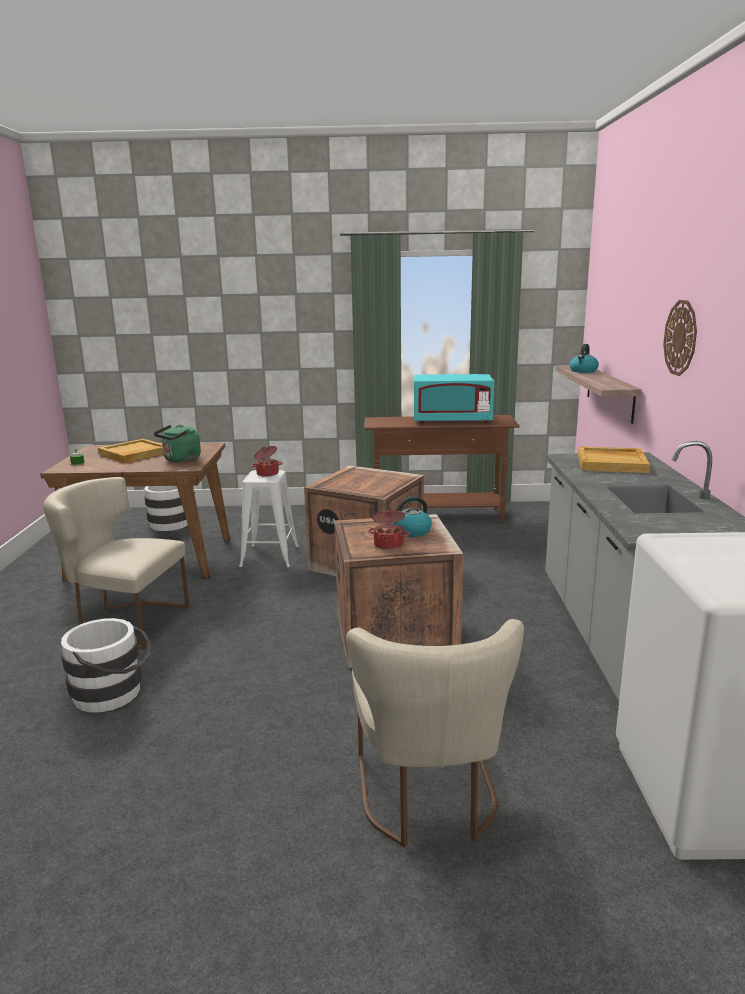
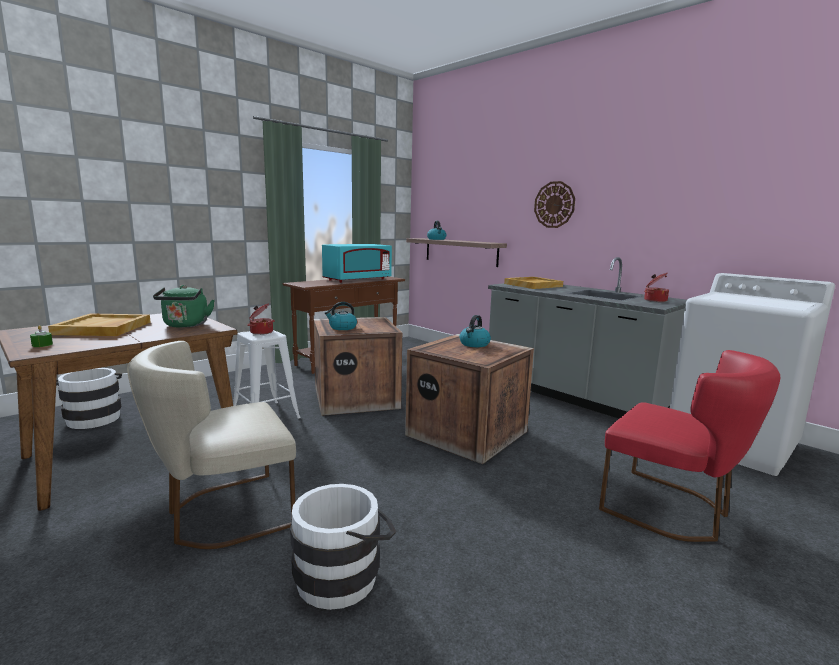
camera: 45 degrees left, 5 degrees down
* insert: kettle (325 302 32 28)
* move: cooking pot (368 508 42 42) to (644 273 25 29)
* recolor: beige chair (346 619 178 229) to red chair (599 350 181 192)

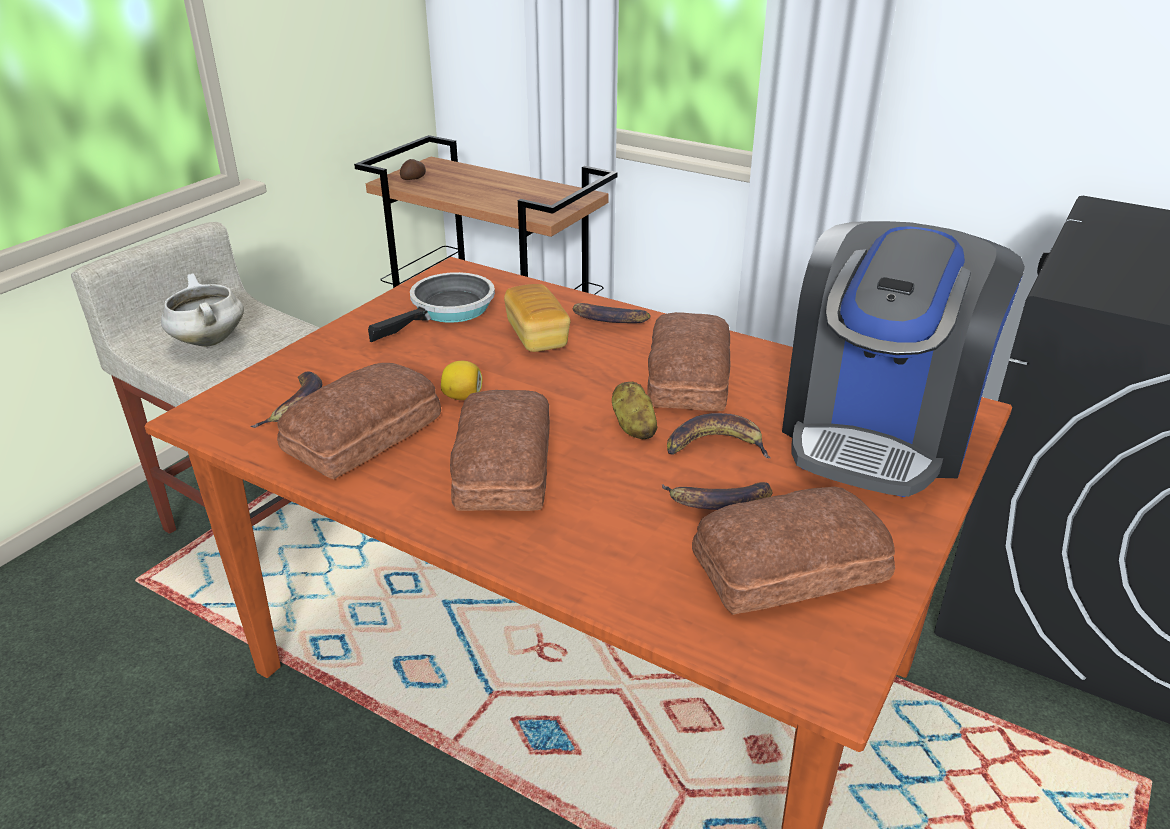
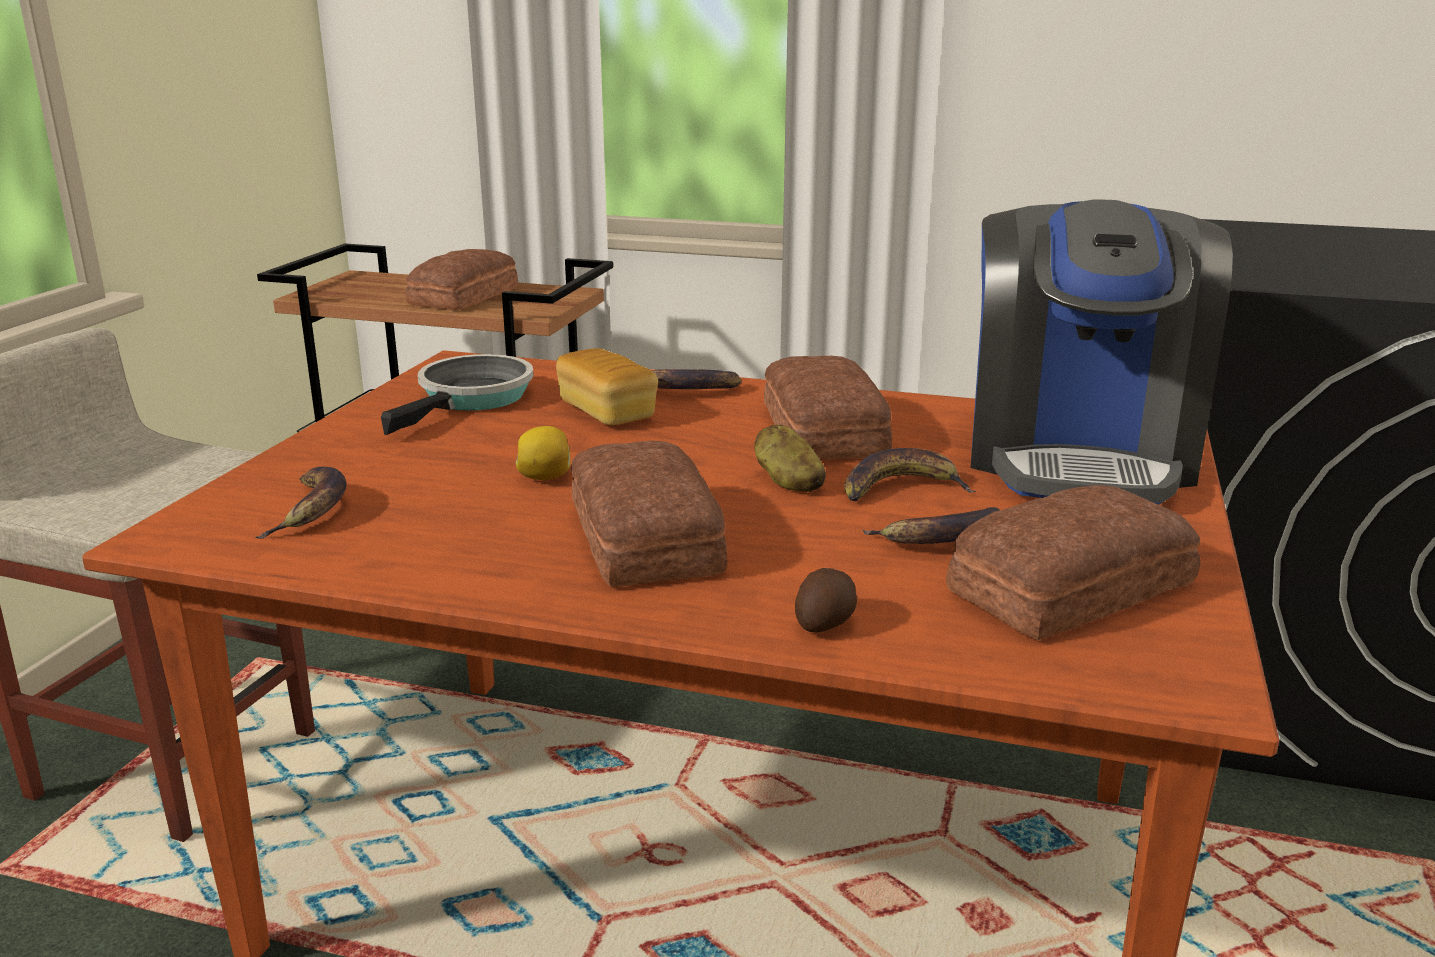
camera: 15 degrees left, 10 degrees down
* delete: white cooking pot (161 273 83 74)
* move: bread (277 363 164 116) to (405 249 113 62)
* move: potato (400 159 26 21) to (795 568 62 65)

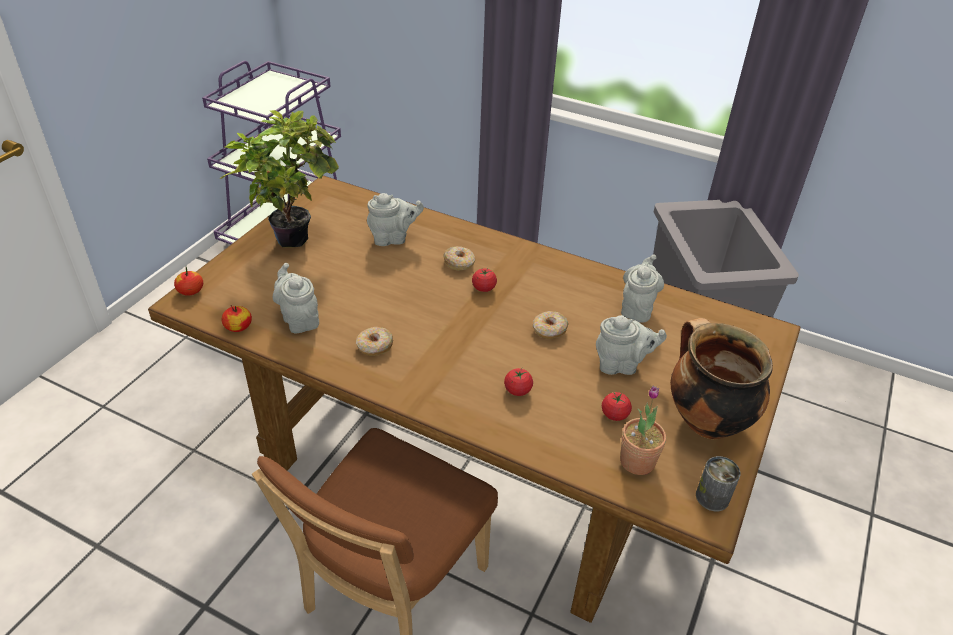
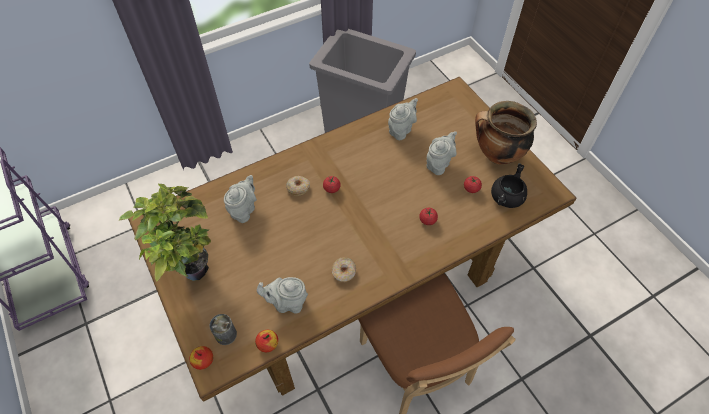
camera: 55 degrees left, 15 degrees up
* delete: donut (533 311 36 28)
* move: can (696 456 45 55) to (209 314 28 31)
* replace: potted plant (620 386 46 89) to black cooking pot (491 163 36 45)
* rotate: grey teapot (621 254 43 69) = (388 98 30 42) 75 degrees clockwise

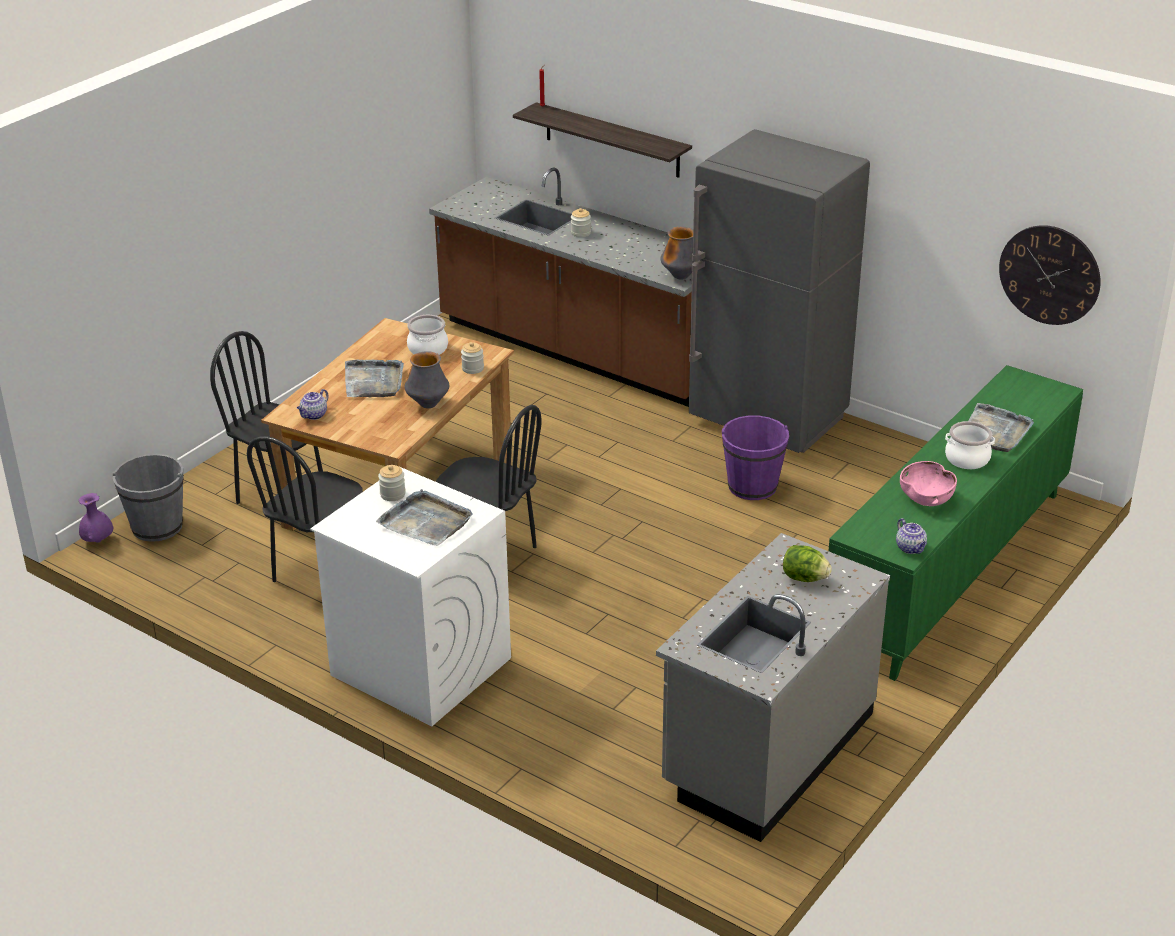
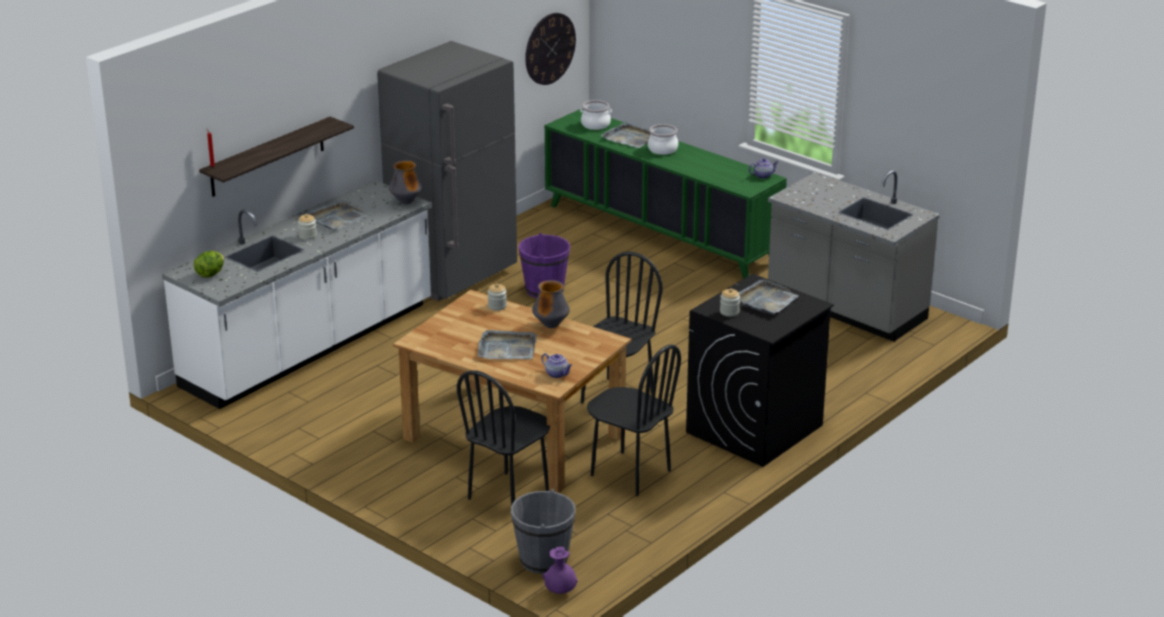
camera: 85 degrees left, 5 degrees down
* delete: pink bowl (900 461 57 45)
* insert: grey tray (307 201 61 29)
* move: cooking pot (407 315 41 40) to (580 100 32 30)
* move: lettuce (783 545 49 37) to (194 251 30 27)
* recolor: white washing machine (310 467 201 259) to black washing machine (686 274 148 193)
* recolor: brown counter (429 167 263 240) to white counter (162 180 270 229)

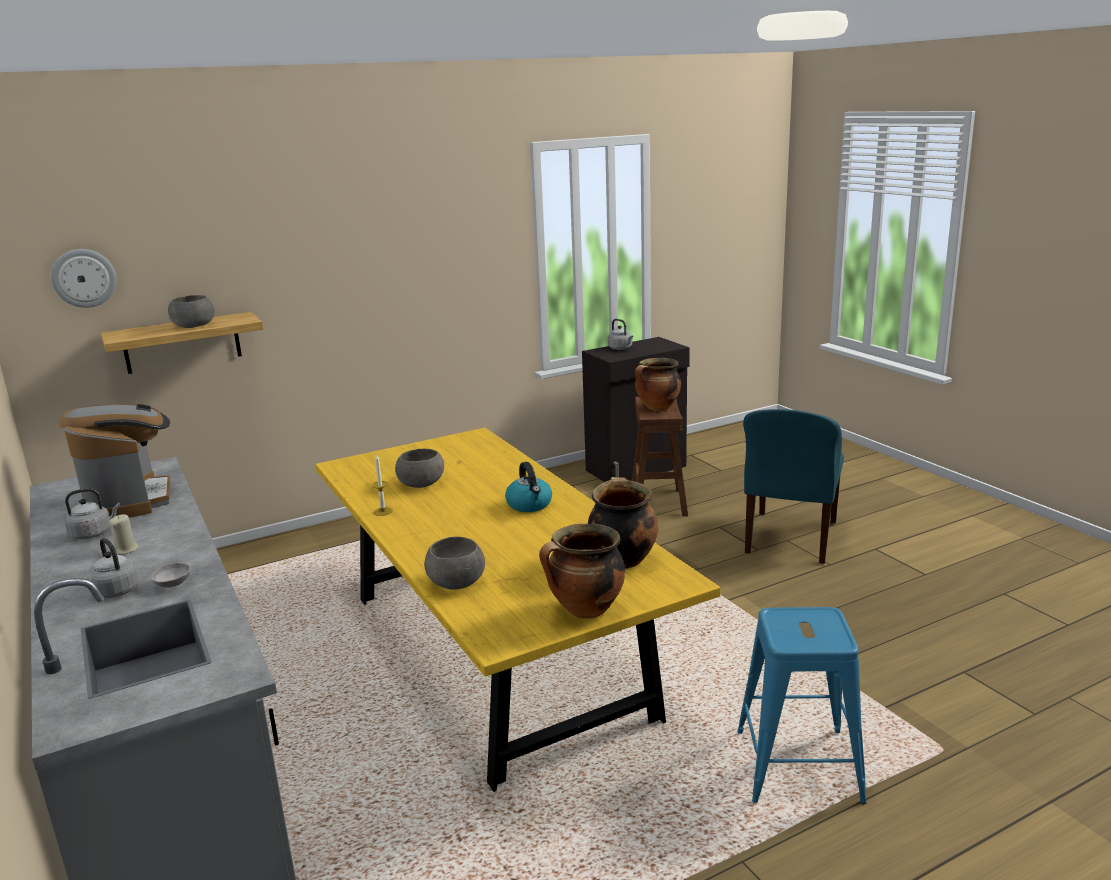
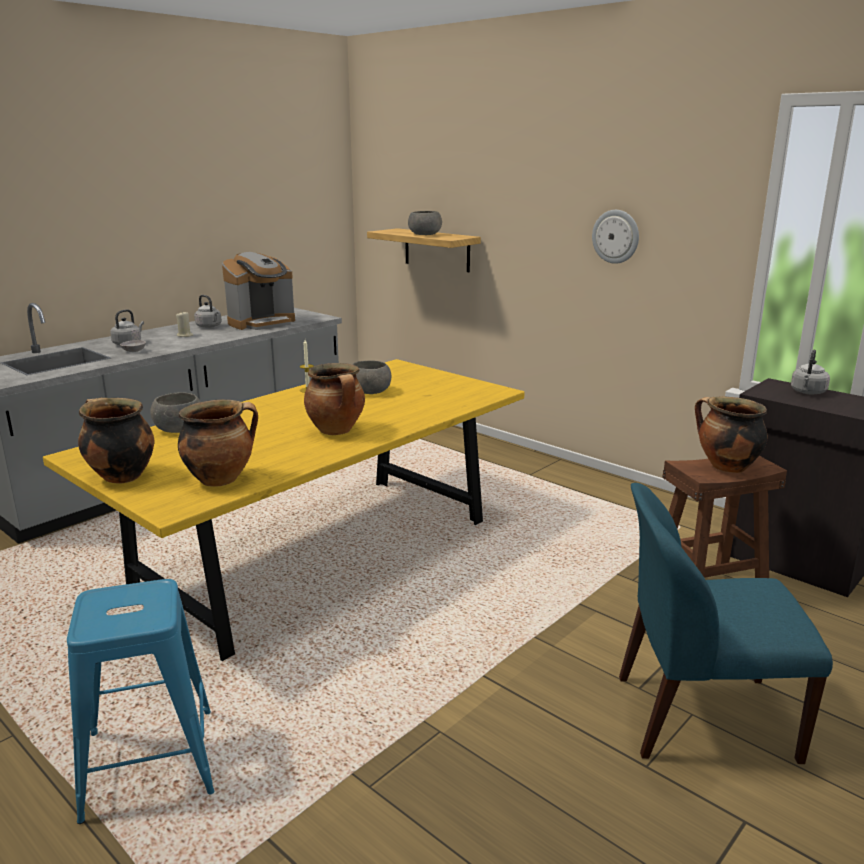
camera: 70 degrees right, 0 degrees up
* move: wall clock (51 249 66 59) to (592 210 47 54)
* replace: kettle (505 462 47 50) to cooking pot (304 363 61 72)

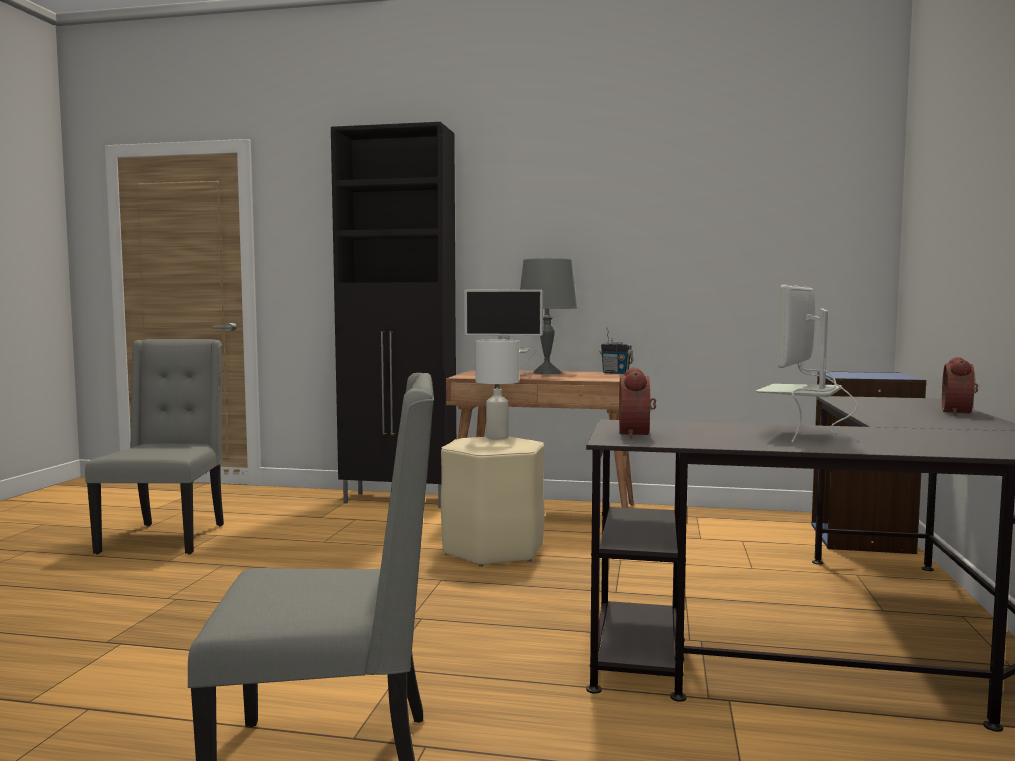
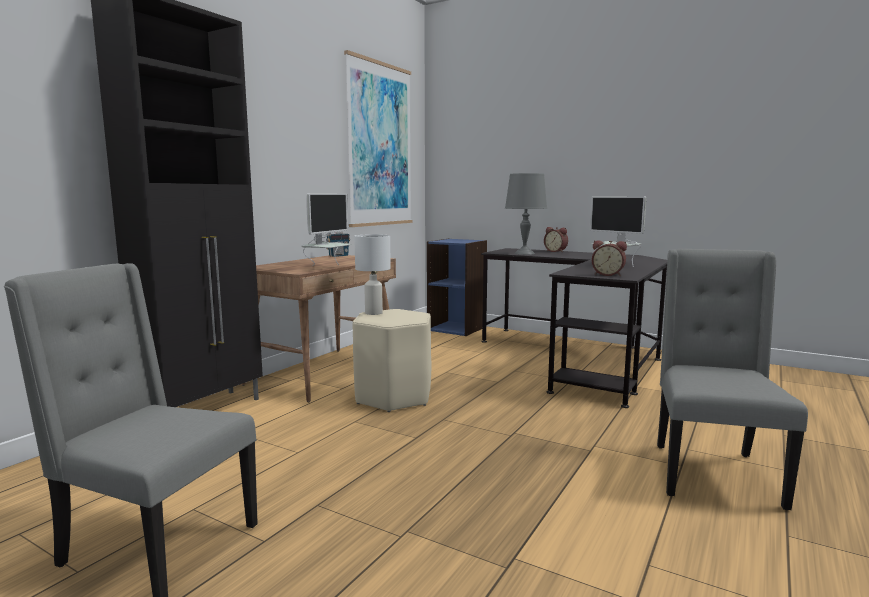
camera: 70 degrees left, 5 degrees up
* insert: picture (344 50 68 177)
* move: grey table lamp (520 258 57 116) to (505 173 42 82)

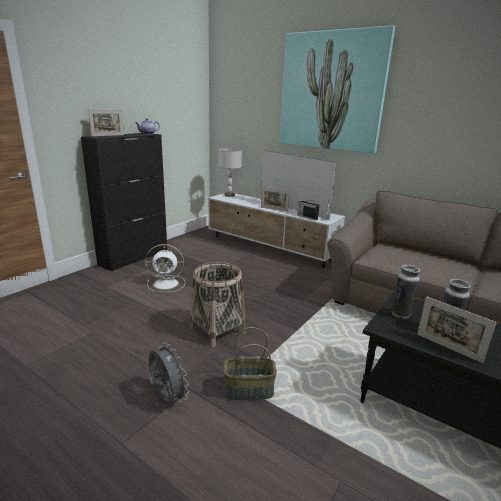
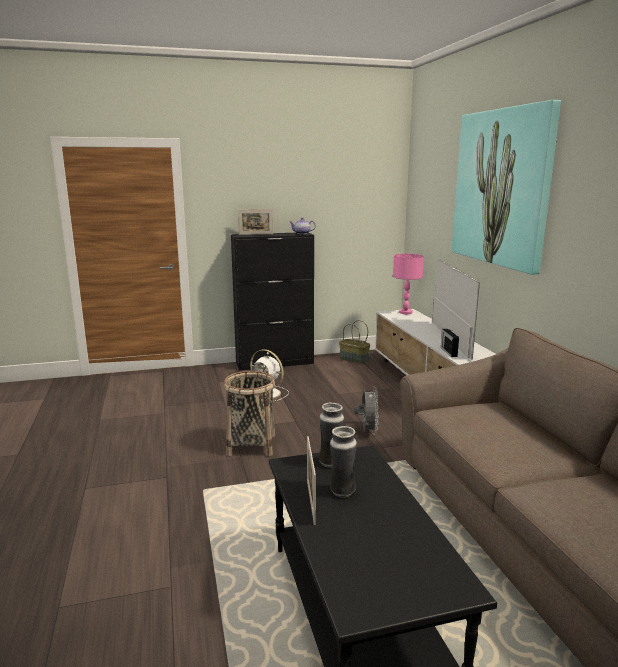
camera: 40 degrees right, 5 degrees down
* delete: picture frame (261 187 29 24)
* move: grey fan (147 342 42 62) to (354 387 25 48)
* move: basket (224 327 53 73) to (339 320 31 44)
* recolor: grey table lamp (218 148 24 49) to pink table lamp (393 254 31 60)

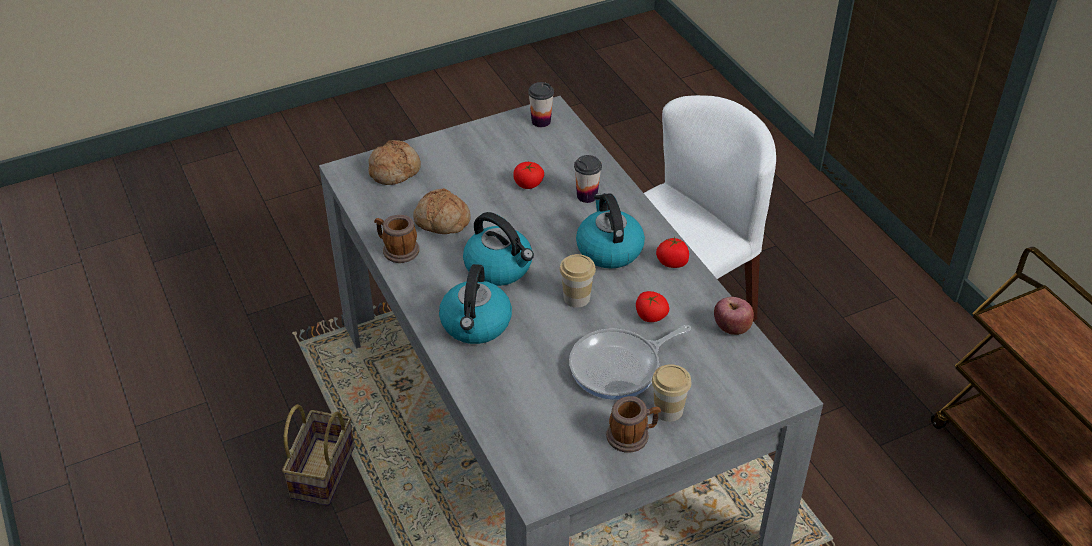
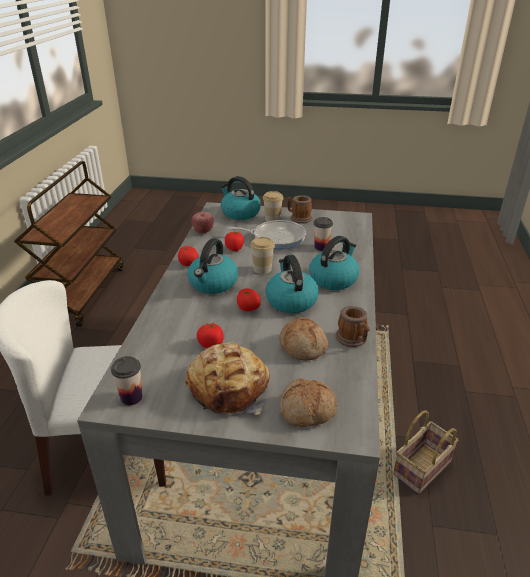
camera: 145 degrees left, 10 degrees down
* insert: bread (185 342 85 73)
* insert: kettle (220 176 41 44)
* insert: tomato (237 288 24 23)
* move: cup (574 155 28 48) to (314 217 19 34)

